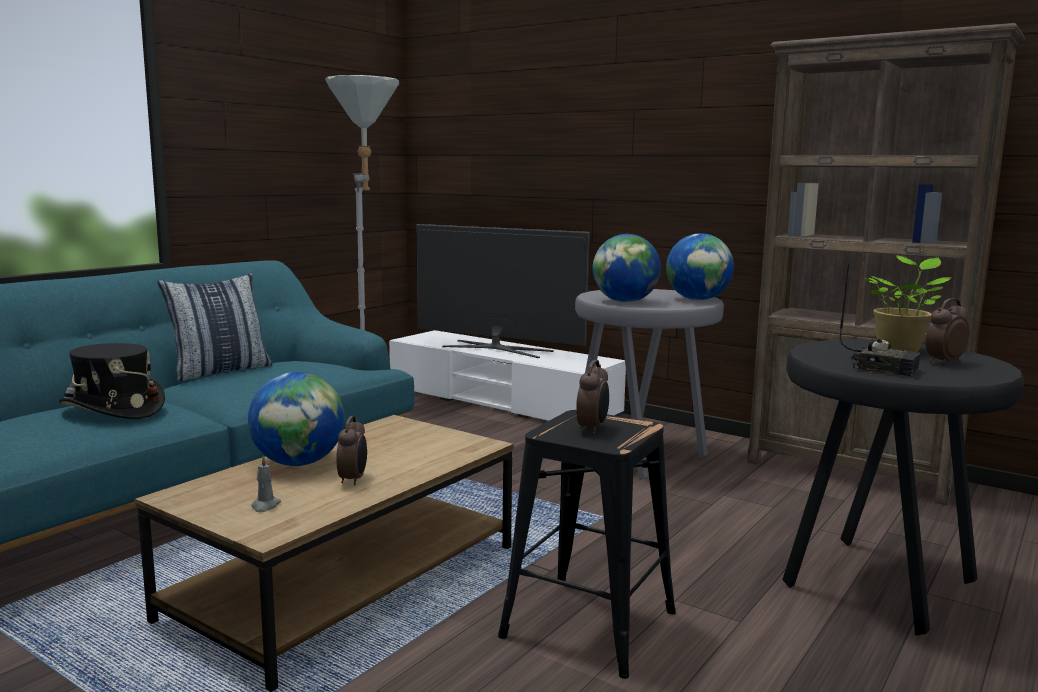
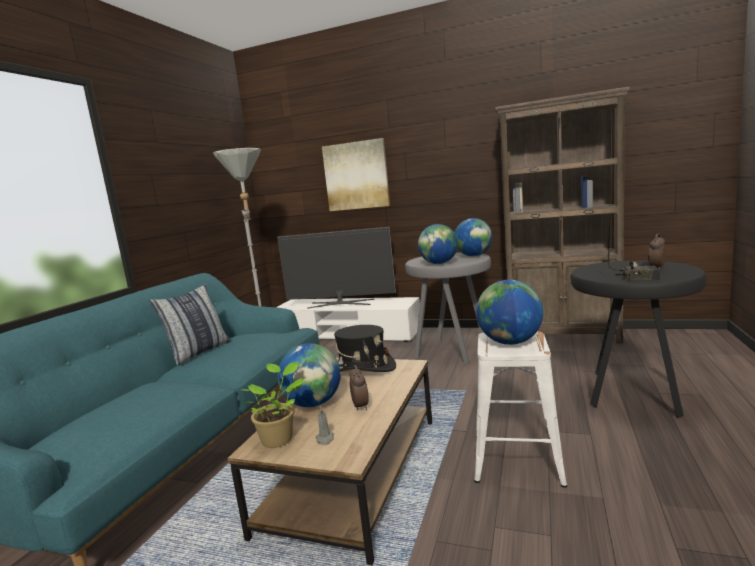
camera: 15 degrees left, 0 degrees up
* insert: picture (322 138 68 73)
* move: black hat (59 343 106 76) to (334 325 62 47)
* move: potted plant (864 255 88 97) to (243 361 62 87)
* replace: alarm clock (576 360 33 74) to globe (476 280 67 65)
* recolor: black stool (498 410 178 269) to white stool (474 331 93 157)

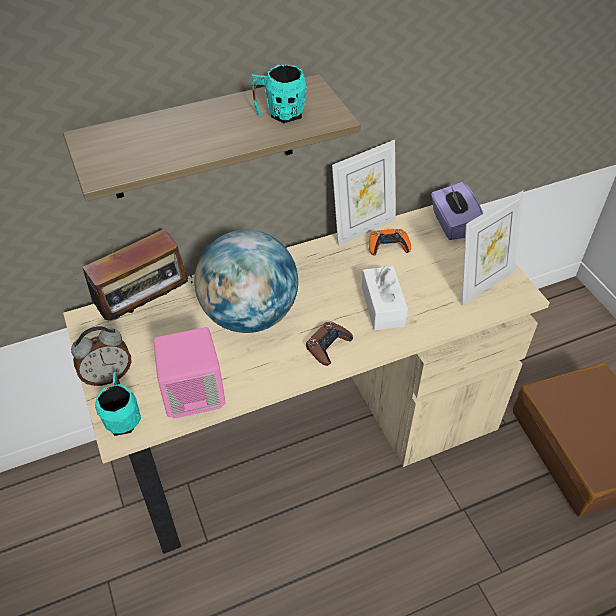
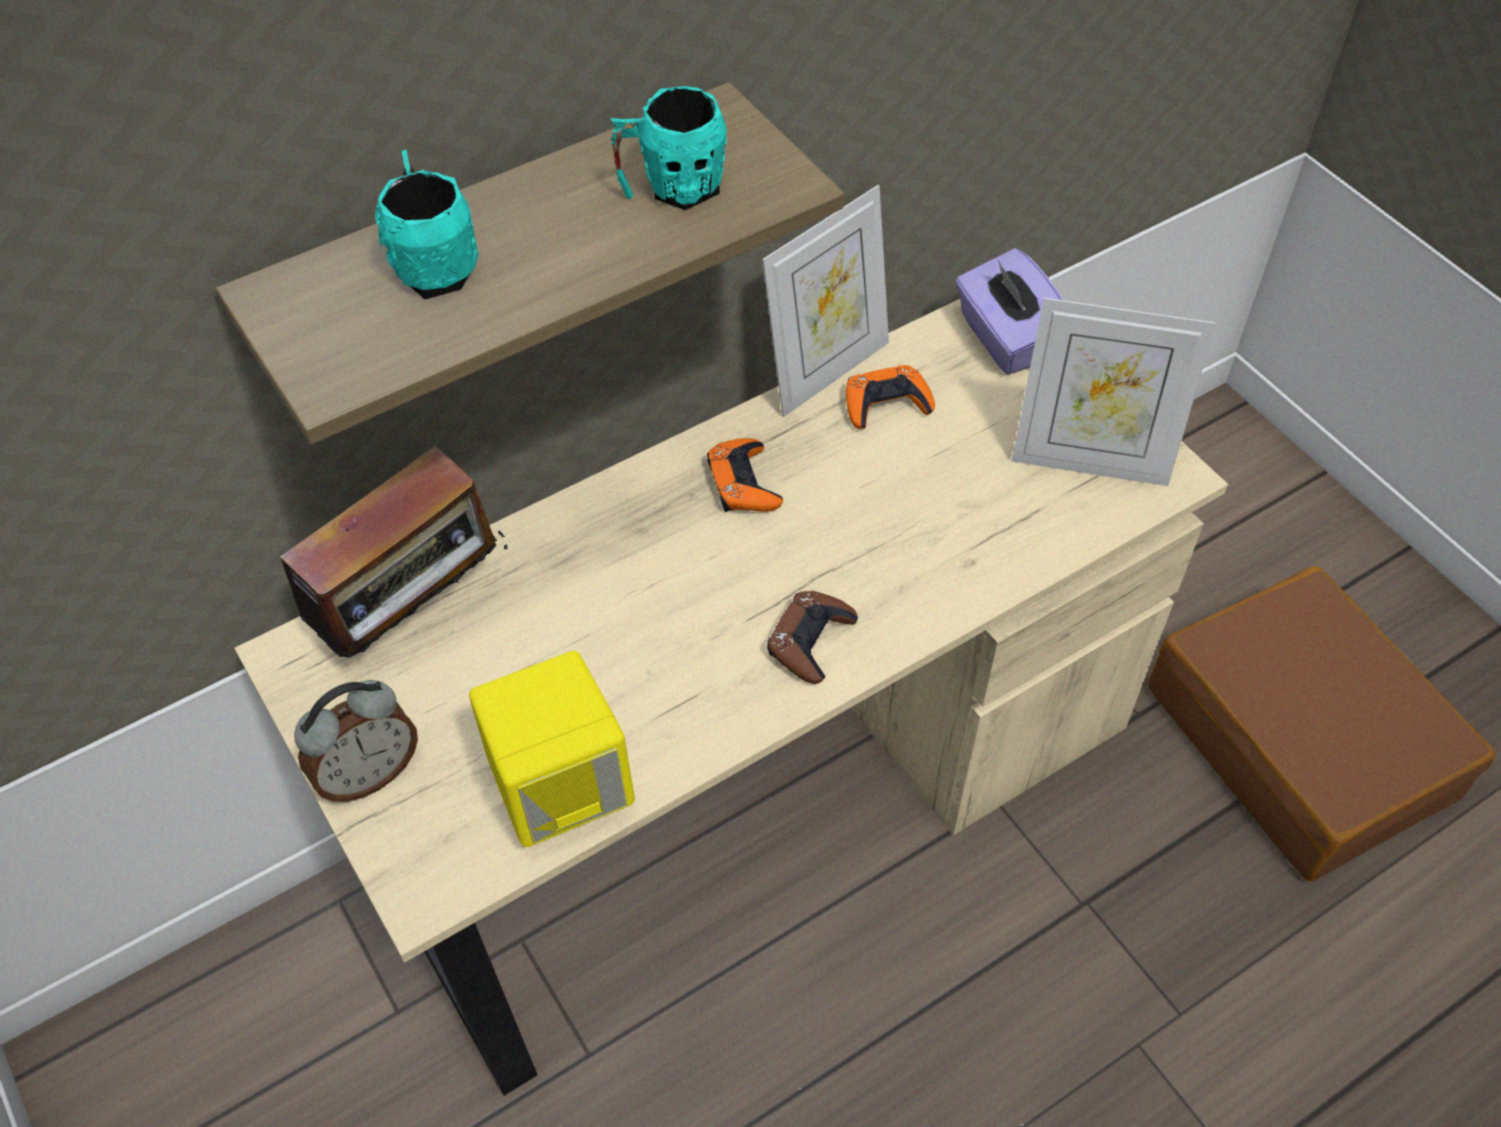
camera: 10 degrees left, 5 degrees up
* delete: globe (194 229 104 104)
* delete: white tissue box (362 265 46 65)
* insert: orange game controller (707 438 76 74)
* move: turquoise mug (95 372 46 64) to (375 149 104 150)
* recolor: pink speaker (153 327 72 92) to yellow speaker (469 651 166 196)
* rotate: picture frame (462 191 62 115) = (1012 298 204 188) 60 degrees clockwise

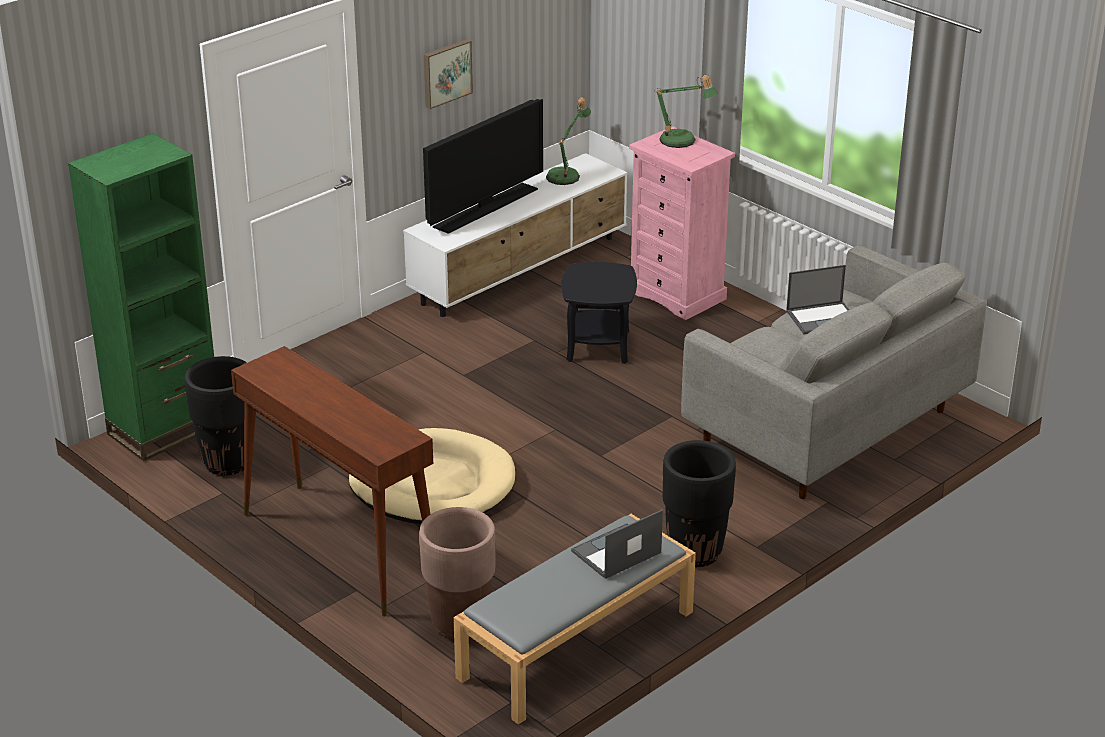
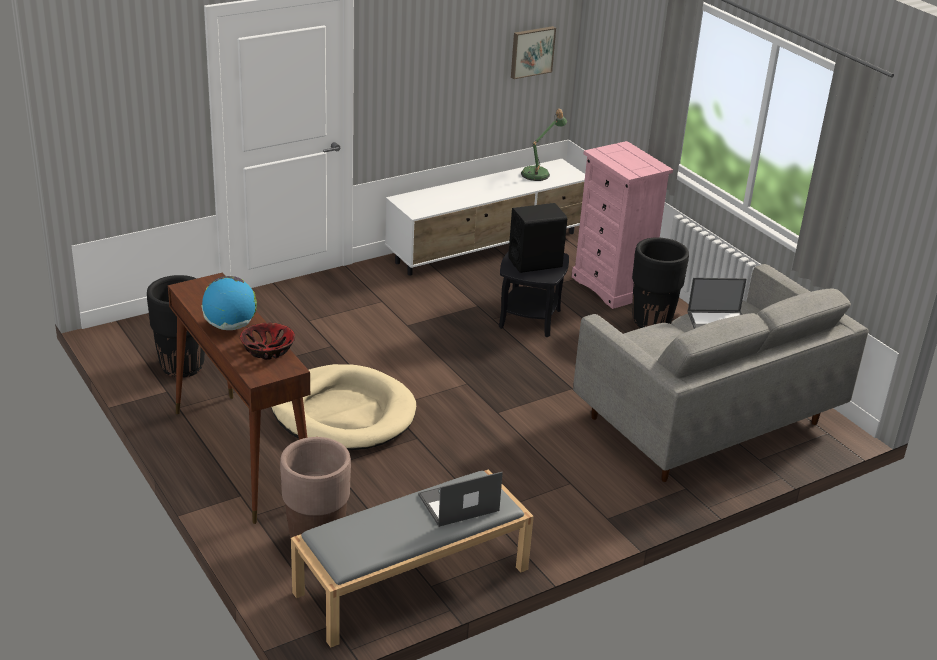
camera: 10 degrees right, 0 degrees up
* delete: green bookcase (68 133 146 328)
* delete: television (423 99 120 135)
* delete: table lamp (655 75 63 73)
* insert: globe (202 276 55 54)
* insert: bowl (240 323 55 37)
* insert: black speaker (508 203 59 70)
* move: picture (424 39 49 70) to (511 26 45 53)
* move: black planter (663 440 73 127) to (632 237 57 91)

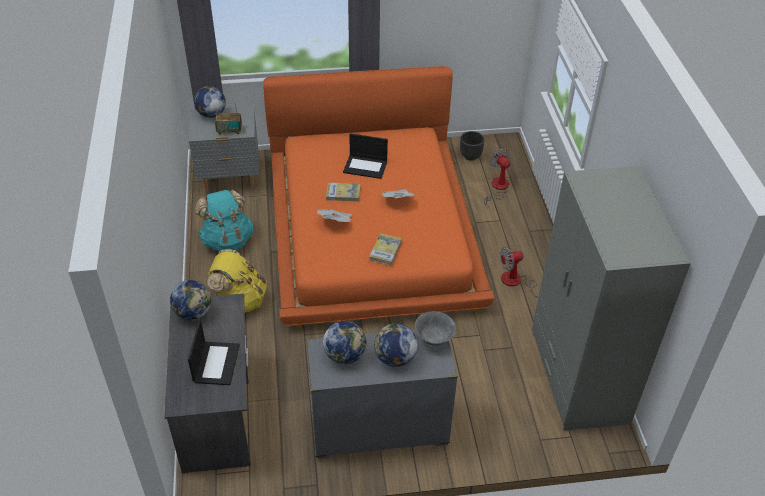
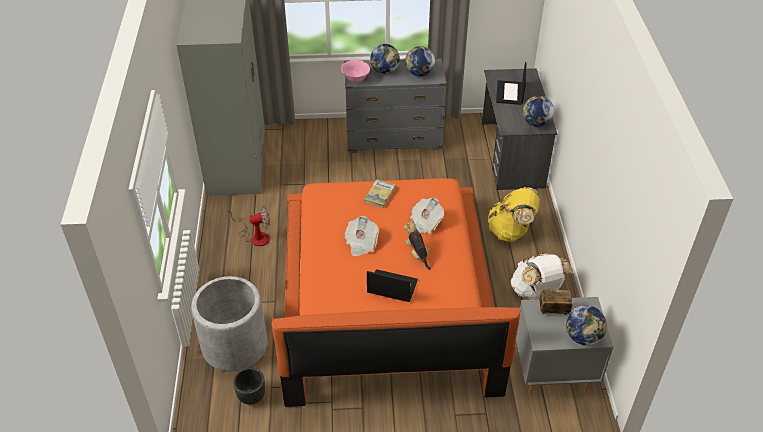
camera: 175 degrees left, 0 degrees up
* replace: book (326 183 34 18) to plush toy (404 219 27 51)
* replace: fan (484 149 26 55) to grey planter (191 276 76 95)
* recolor: turquoise backpack (195 190 58 61) to white backpack (510 253 63 46)
* recolor: grey bowl (415 311 41 35) to pink bowl (341 60 29 22)

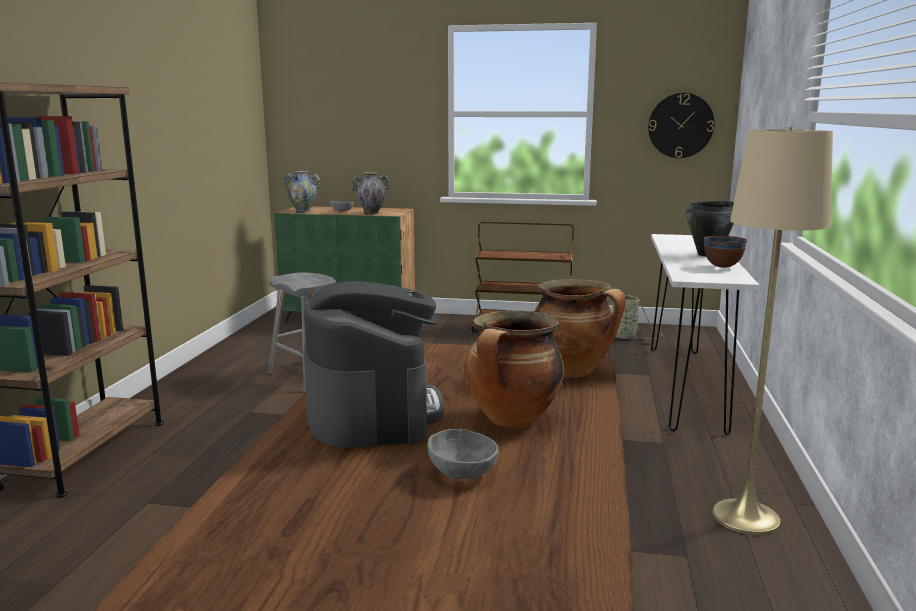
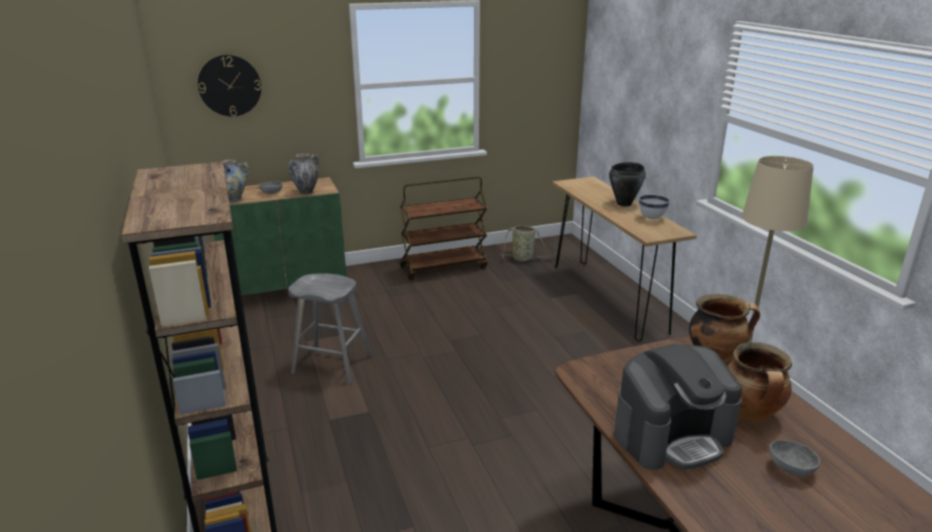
camera: 30 degrees left, 10 degrees up
* move: wall clock (648 93 66 65) to (198 55 63 61)
* recolor: white console table (651 234 109 201) to brown console table (552 177 145 165)
* recolor: brown bowl (704 236 43 32) to white bowl (639 194 31 25)
* rotate: coffee machine (304 281 140 167) = (614 344 128 126) 105 degrees clockwise

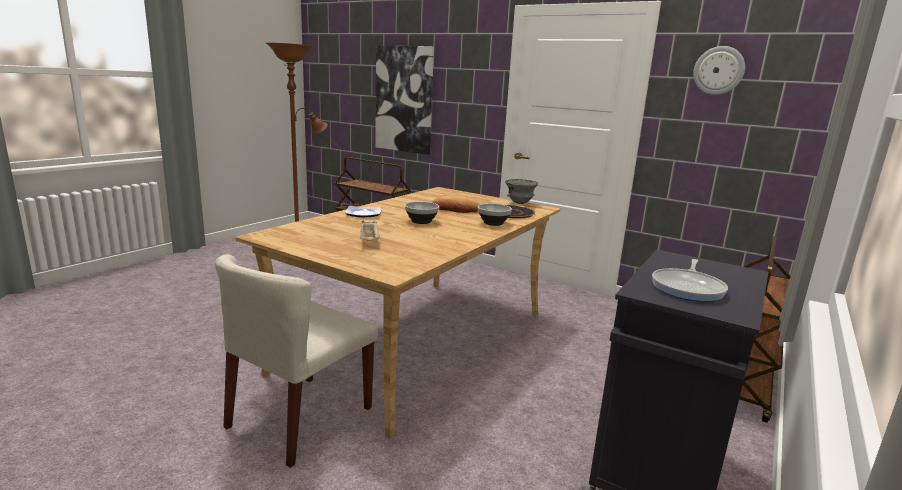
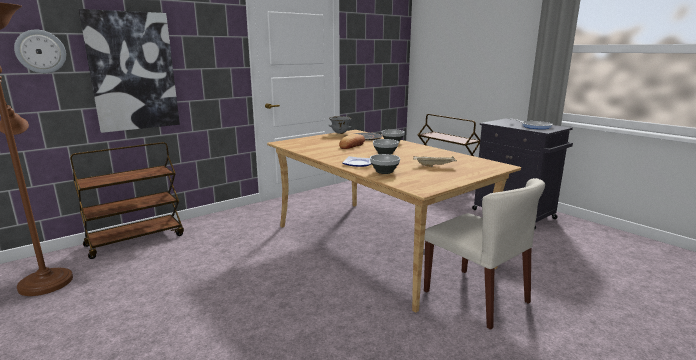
camera: 70 degrees left, 0 degrees up
* insert: bowl (370 154 30 20)
* move: wall clock (693 46 52 49) to (14 30 52 43)

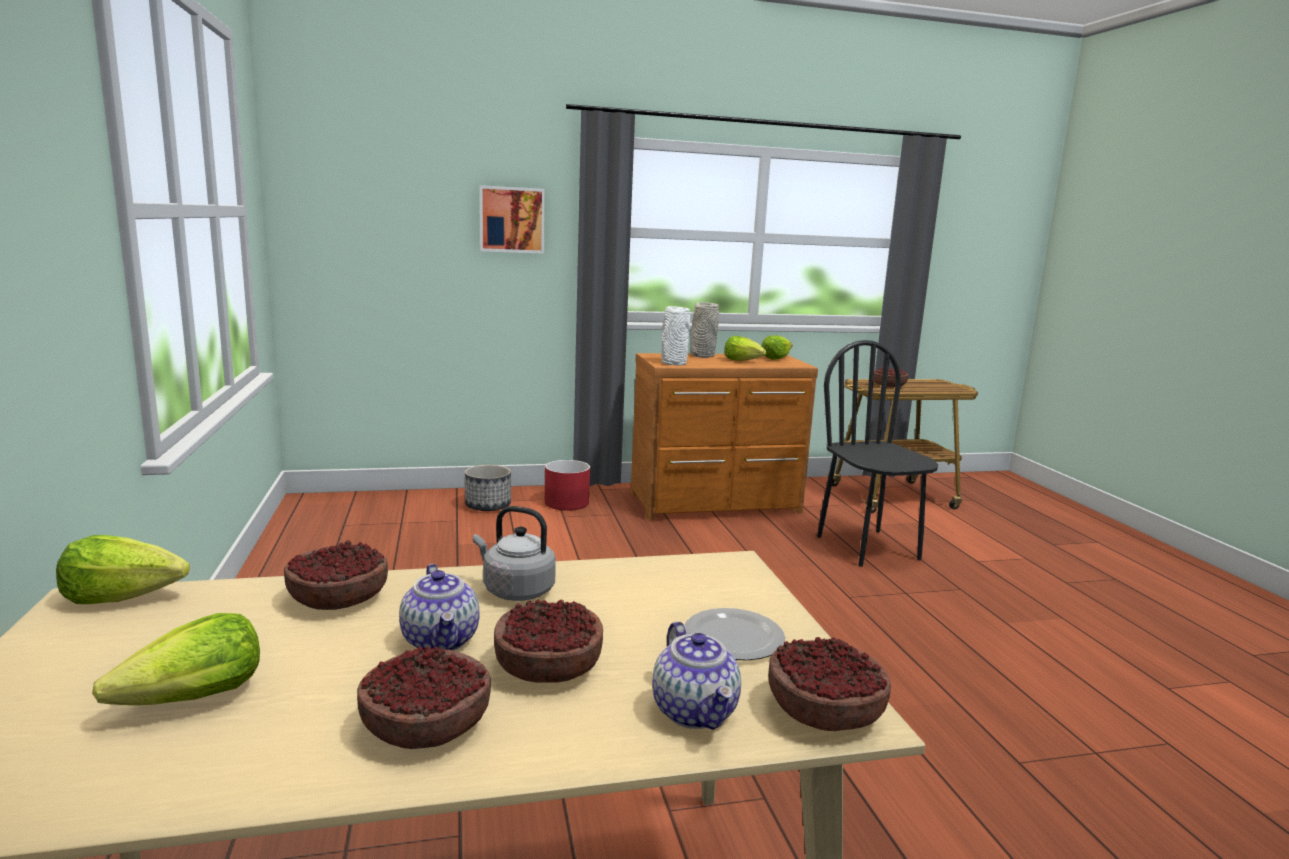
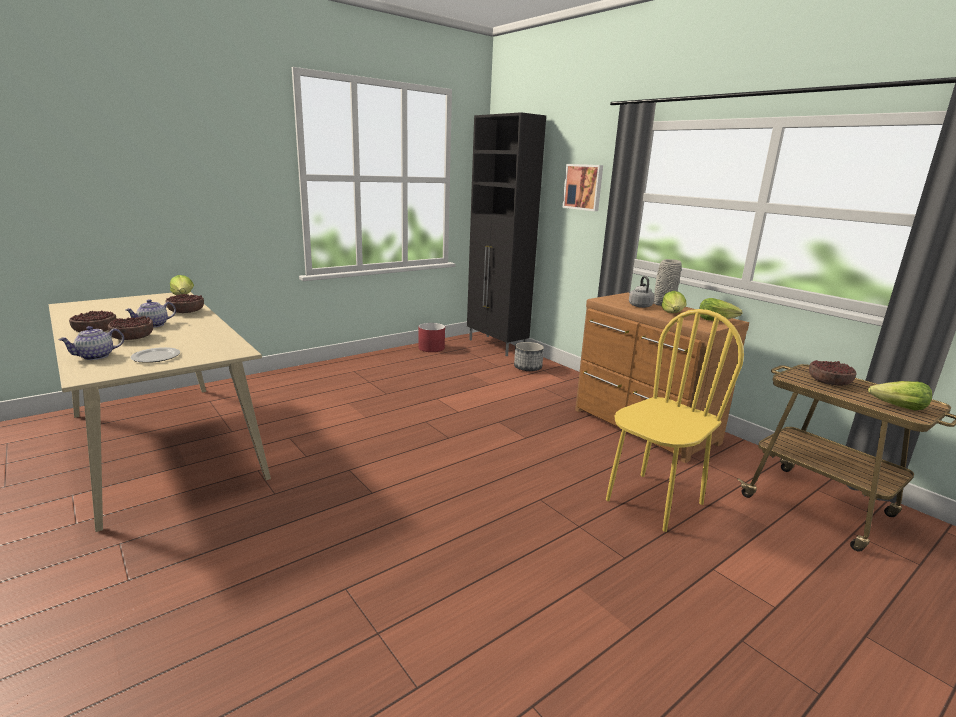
camera: 65 degrees right, 5 degrees up
* delete: white vase (662 306 28 59)
* delete: bowl (768 637 123 94)
* insert: black cabinet (467 112 79 244)
* move: lettuce (92 613 168 92) to (868 381 64 30)
* move: grey kettle (473 506 83 95) to (629 276 26 32)
* move: red planter (545 460 45 50) to (418 323 27 29)
* recolor: black chair (817 340 121 227) to yellow chair (606 309 138 223)

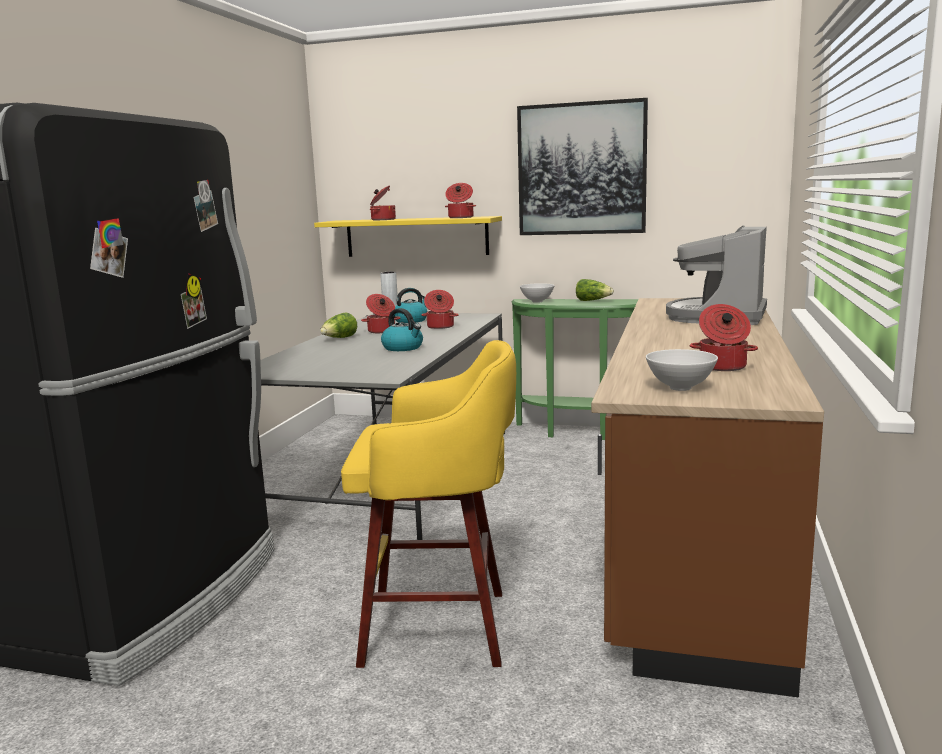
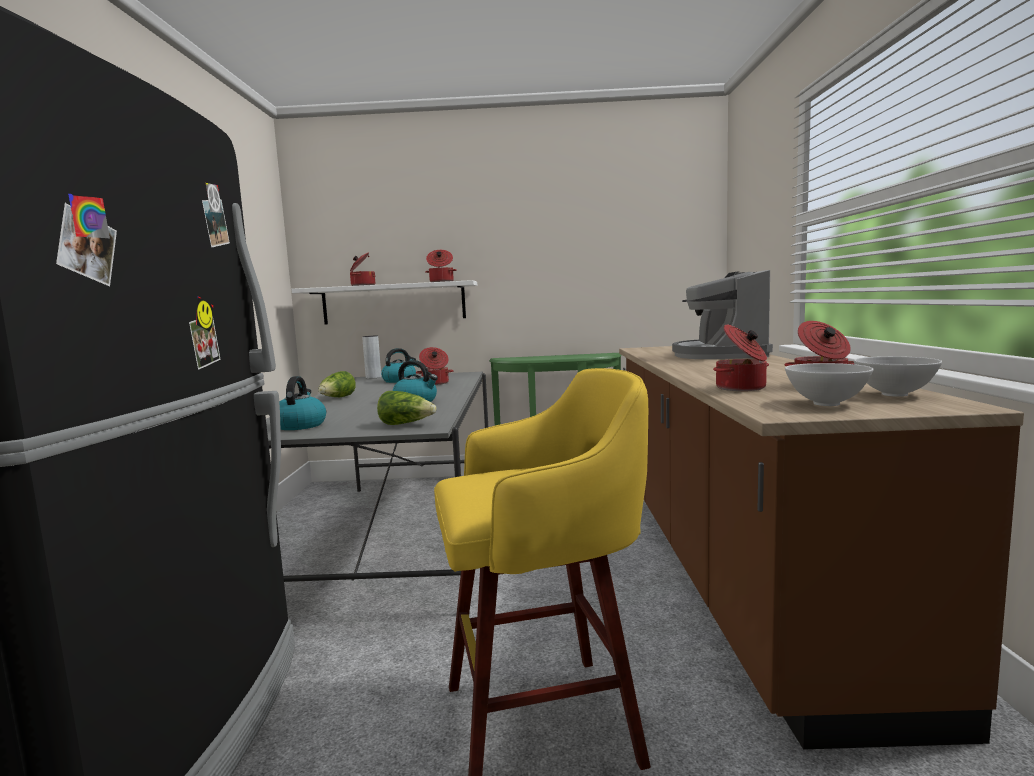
camera: 15 degrees left, 5 degrees down
* delete: picture (517 98 131 137)
* insert: kettle (279 376 47 54)
* move: cooking pot (361 294 39 39) to (713 325 56 66)
* move: white bowl (520 283 35 20) to (854 356 88 41)
* move: lettuce (576 279 38 22) to (377 391 60 34)
* recolor: yellow shelf (314 216 188 41) to white shelf (291 280 186 44)

